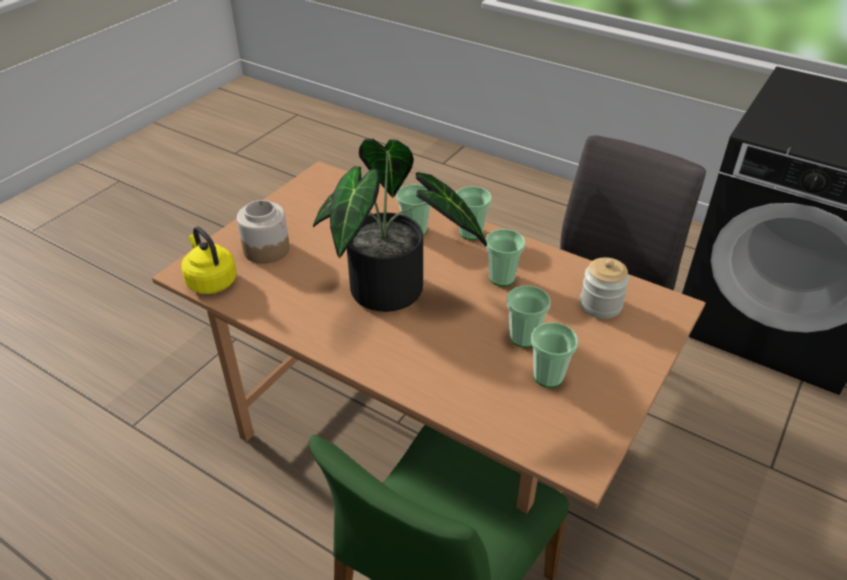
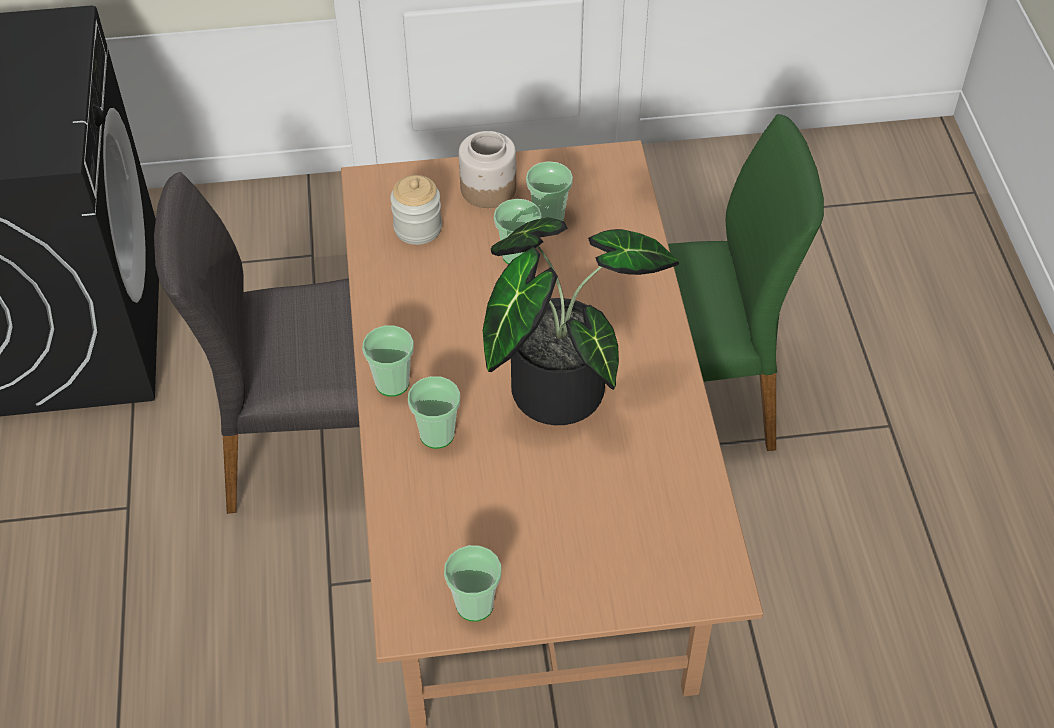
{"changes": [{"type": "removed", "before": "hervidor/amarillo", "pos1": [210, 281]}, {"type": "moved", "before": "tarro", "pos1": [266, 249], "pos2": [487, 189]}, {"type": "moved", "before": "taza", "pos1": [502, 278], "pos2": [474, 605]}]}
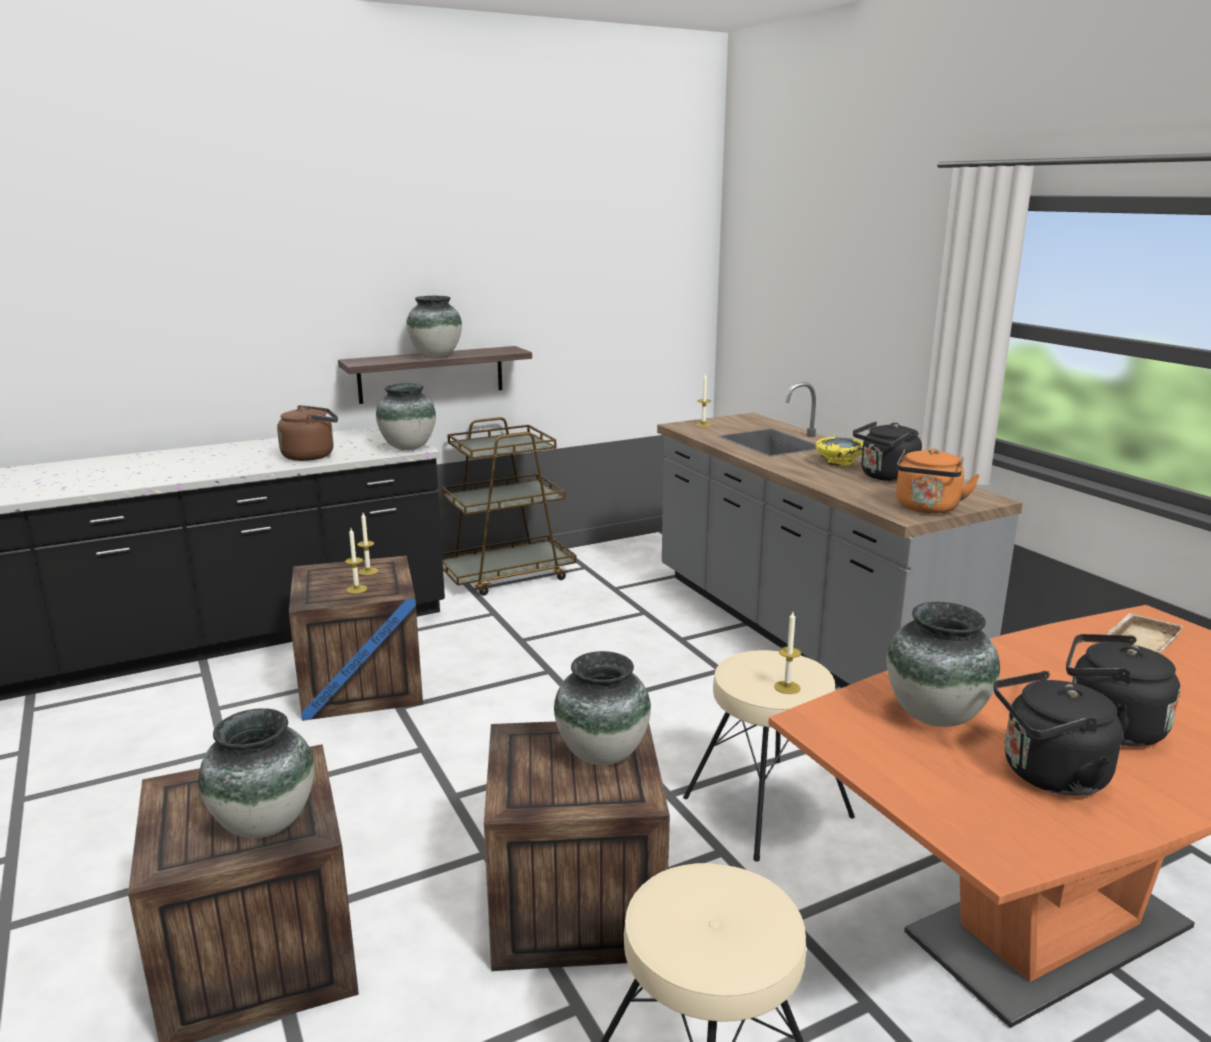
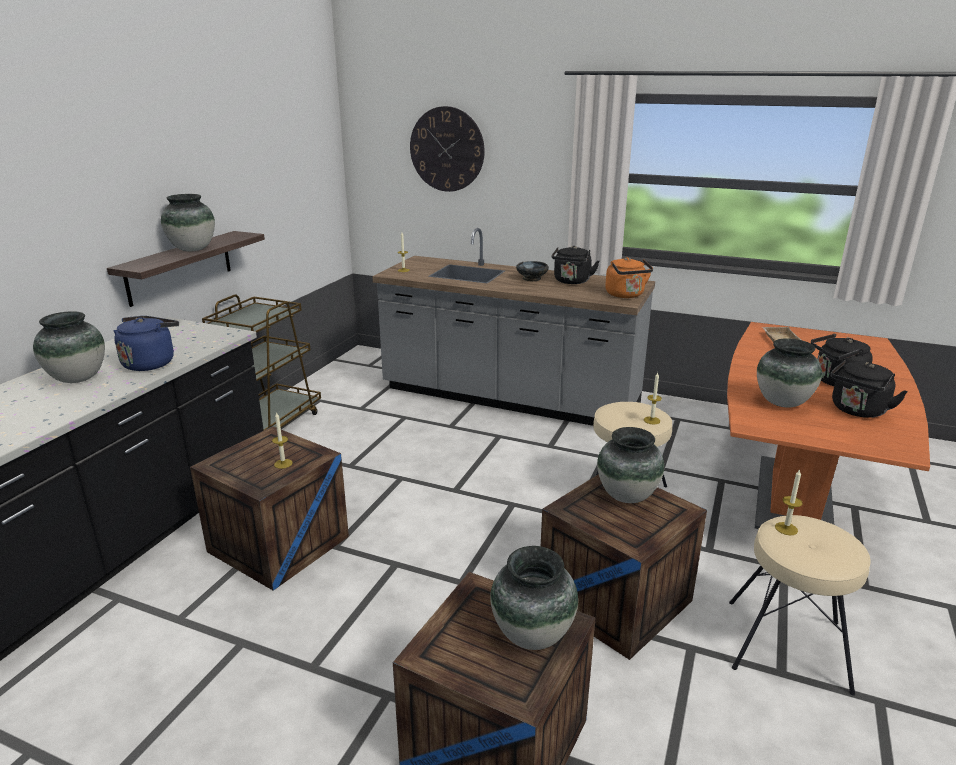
{"changes": [{"type": "added", "after": "reloj de pared", "pos2": [447, 149]}, {"type": "moved", "before": "vela", "pos1": [368, 571], "pos2": [786, 528]}, {"type": "moved", "before": "florero", "pos1": [407, 447], "pos2": [77, 378]}, {"type": "recoloured", "before": "hervidor/marrón", "after": "hervidor/azul", "pos1": [311, 455], "pos2": [151, 363]}, {"type": "recoloured", "before": "cuenco/amarillo", "after": "cuenco/negro", "pos1": [838, 463], "pos2": [532, 279]}]}
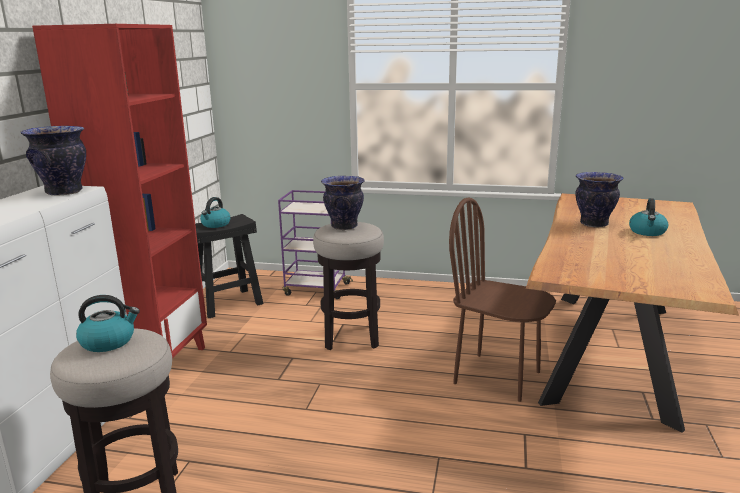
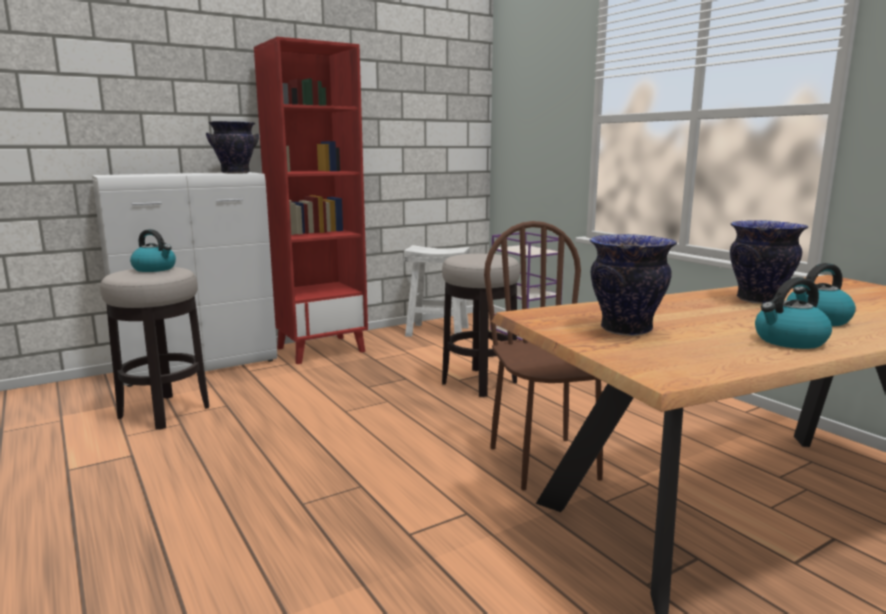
{"changes": [{"type": "moved", "before": "hervidor", "pos1": [215, 224], "pos2": [789, 341]}, {"type": "moved", "before": "florero", "pos1": [343, 226], "pos2": [625, 329]}, {"type": "recoloured", "before": "taburete/negro", "after": "taburete/blanco", "pos1": [228, 303], "pos2": [438, 331]}]}
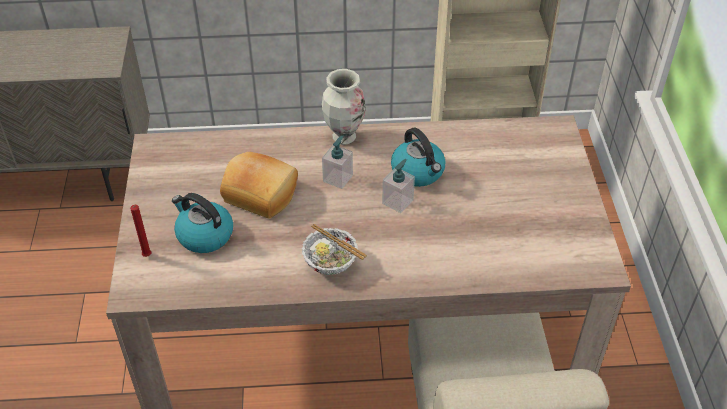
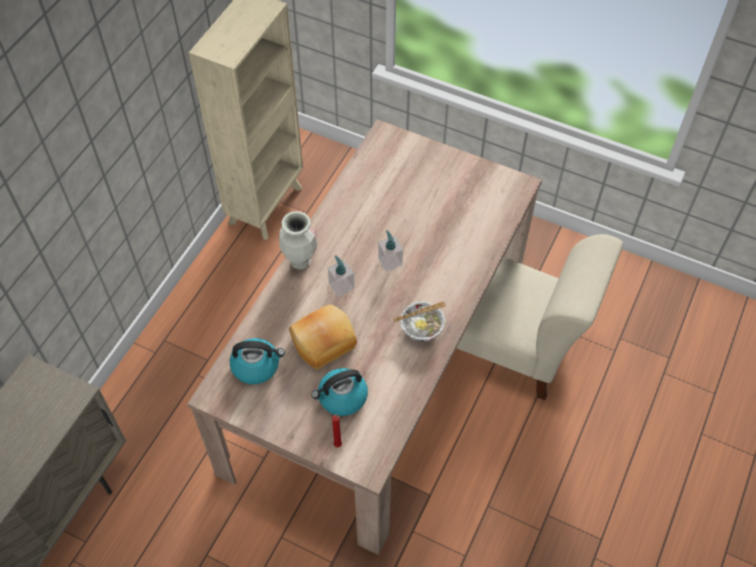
{"changes": [{"type": "moved", "before": "hervidor", "pos1": [418, 172], "pos2": [256, 366]}]}
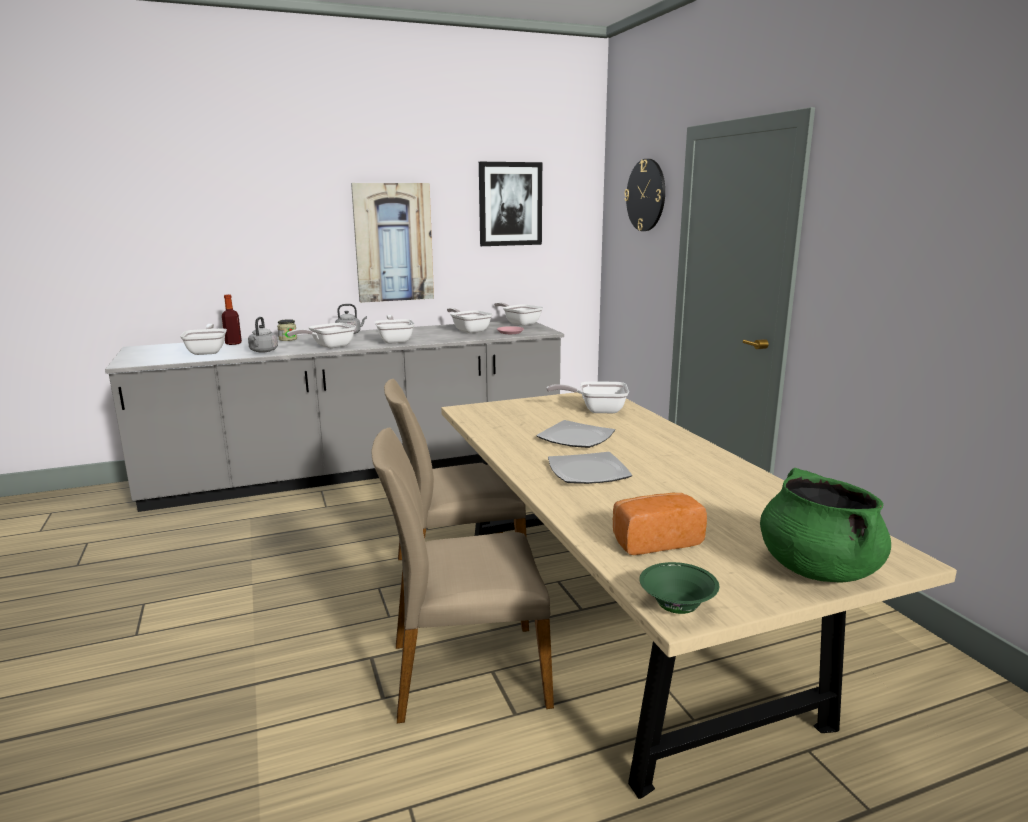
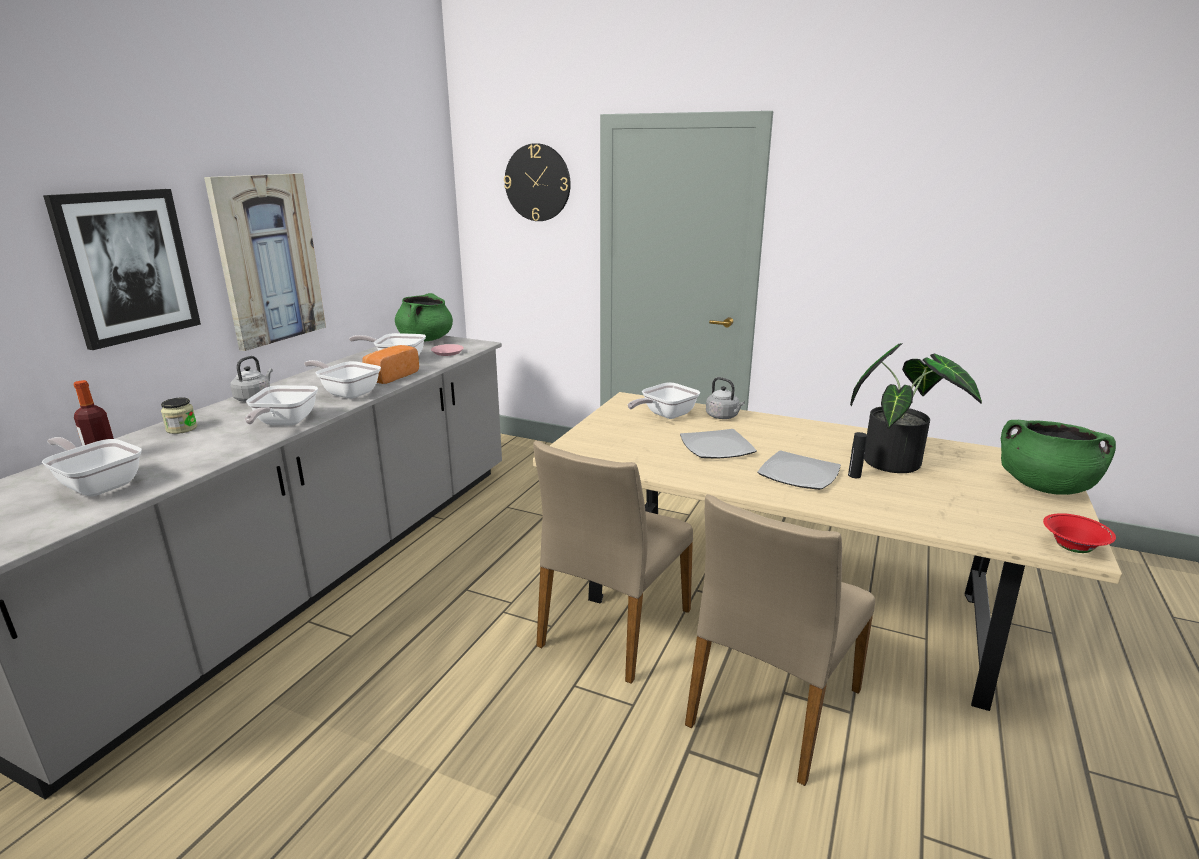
{"changes": [{"type": "added", "after": "botella/negro", "pos2": [854, 475]}, {"type": "added", "after": "planta en maceta", "pos2": [897, 462]}, {"type": "moved", "before": "hervidor/gris", "pos1": [263, 351], "pos2": [723, 417]}, {"type": "moved", "before": "cuadro", "pos1": [510, 204], "pos2": [127, 266]}, {"type": "moved", "before": "pan", "pos1": [654, 540], "pos2": [390, 376]}, {"type": "replaced", "before": "sartén", "after": "olla/verde", "pos1": [520, 323], "pos2": [425, 339]}, {"type": "recoloured", "before": "cuenco/verde", "after": "cuenco/rojo", "pos1": [677, 608], "pos2": [1072, 549]}]}
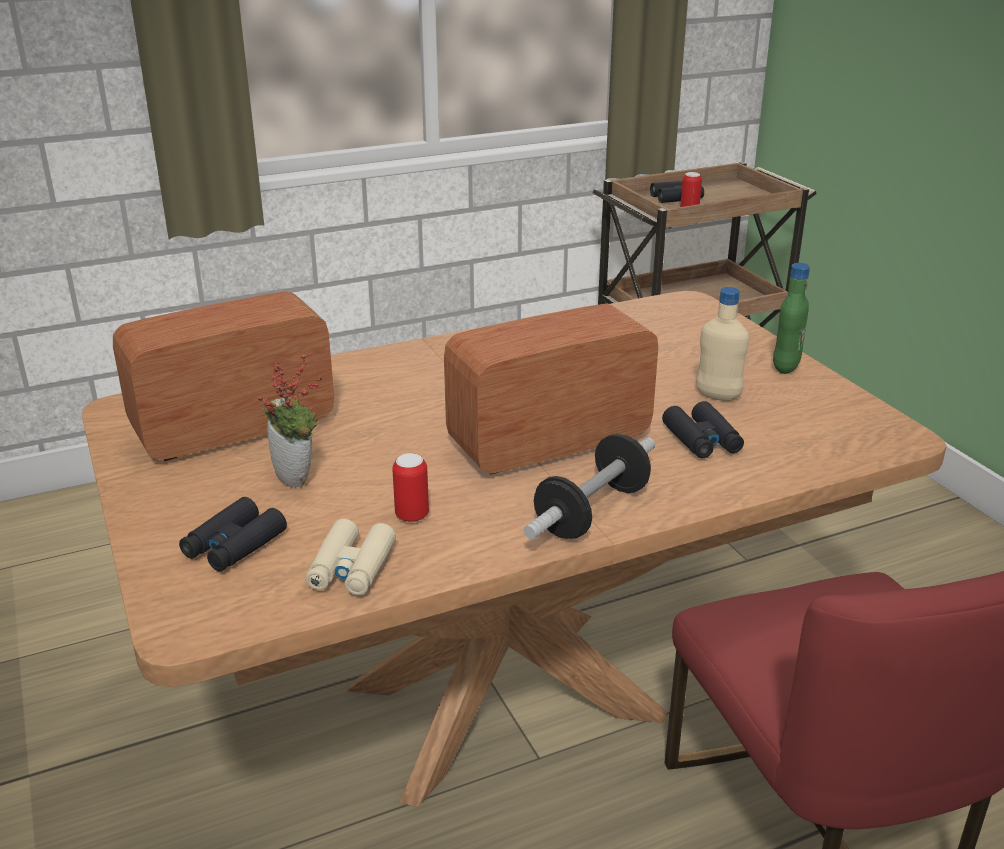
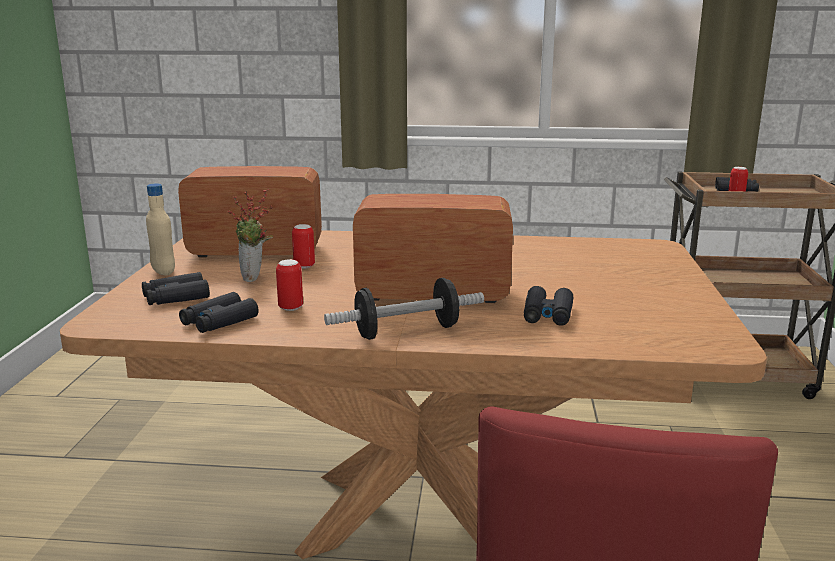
{"changes": [{"type": "removed", "before": "botella/verde", "pos1": [785, 367]}, {"type": "added", "after": "lata", "pos2": [304, 266]}, {"type": "moved", "before": "botella/beis", "pos1": [718, 396], "pos2": [163, 272]}, {"type": "recoloured", "before": "prismáticos/beis", "after": "prismáticos/negro", "pos1": [351, 568], "pos2": [219, 321]}]}
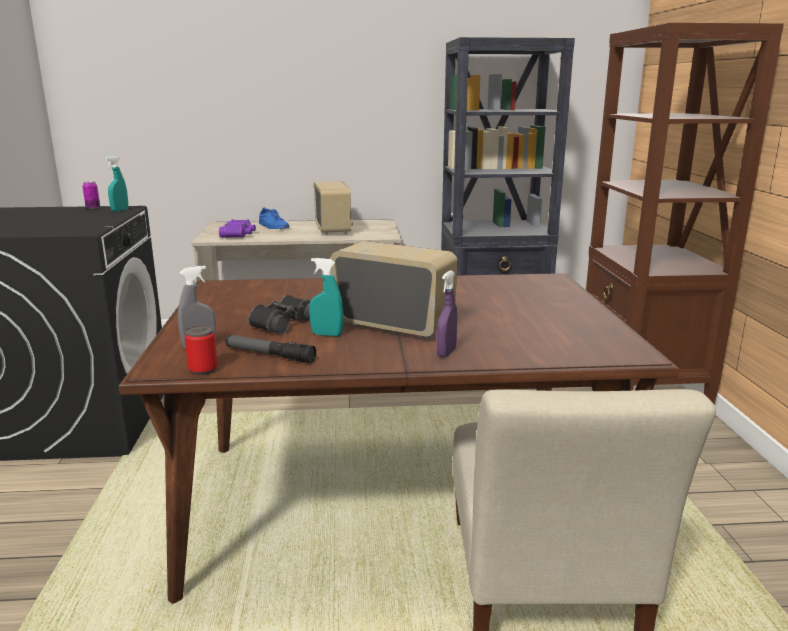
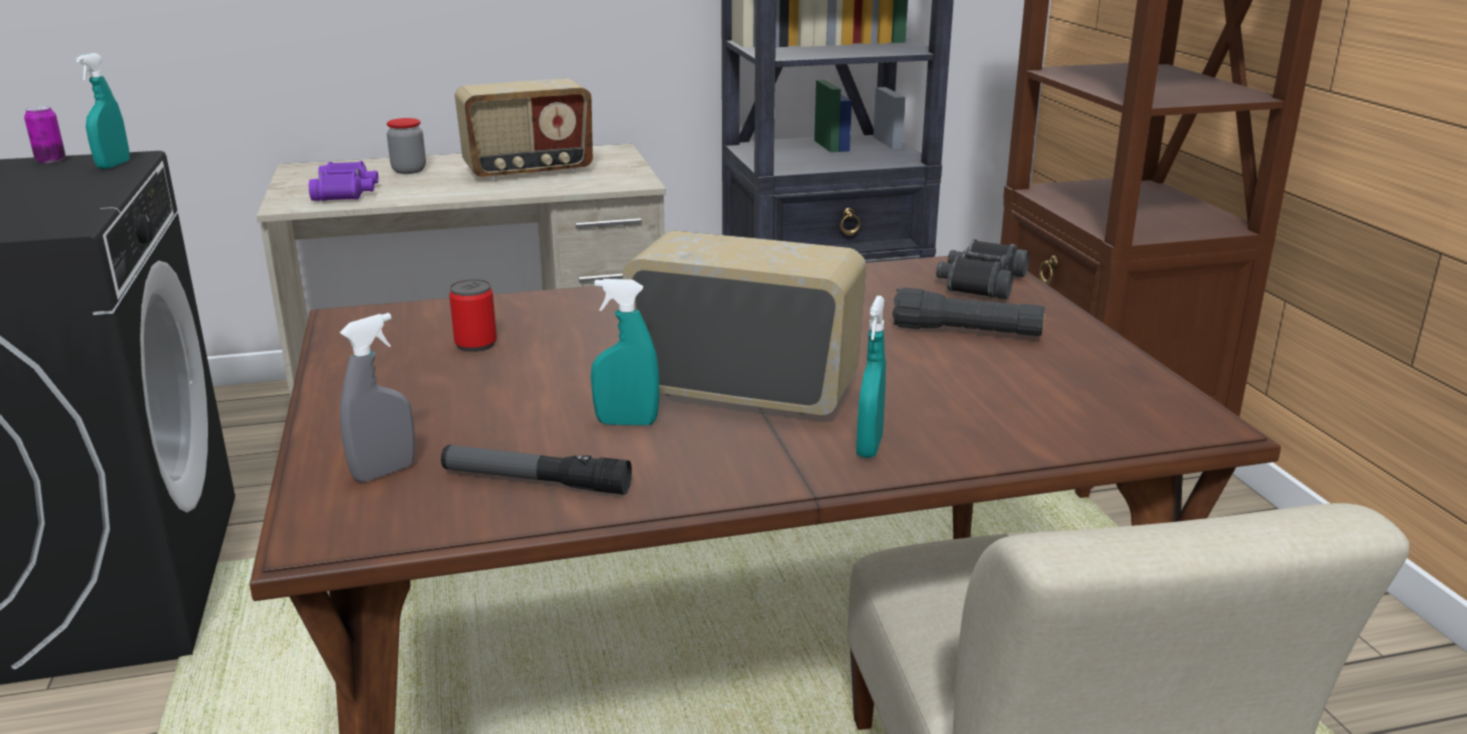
{"changes": [{"type": "added", "after": "linterna/negro", "pos2": [966, 332]}, {"type": "moved", "before": "lata", "pos1": [203, 369], "pos2": [476, 344]}, {"type": "moved", "before": "prismáticos/negro", "pos1": [282, 323], "pos2": [980, 283]}, {"type": "replaced", "before": "zapato/azul", "after": "tarro", "pos1": [273, 226], "pos2": [409, 170]}, {"type": "recoloured", "before": "pulverizador/morado", "after": "pulverizador/turquesa", "pos1": [446, 353], "pos2": [869, 447]}, {"type": "turned", "before": "radio", "pos1": [333, 229], "pos2": [528, 171], "turn": 90}]}
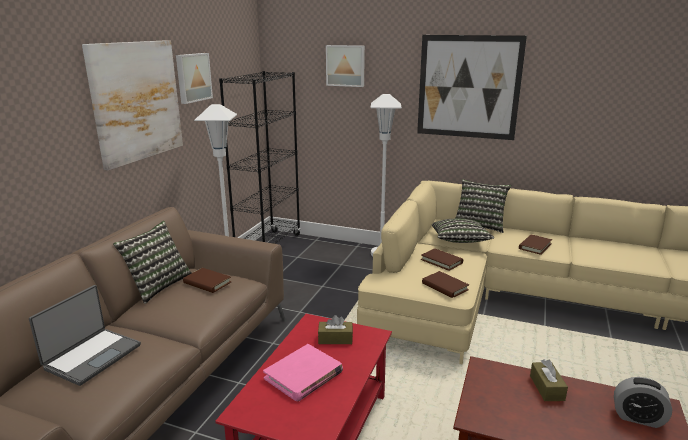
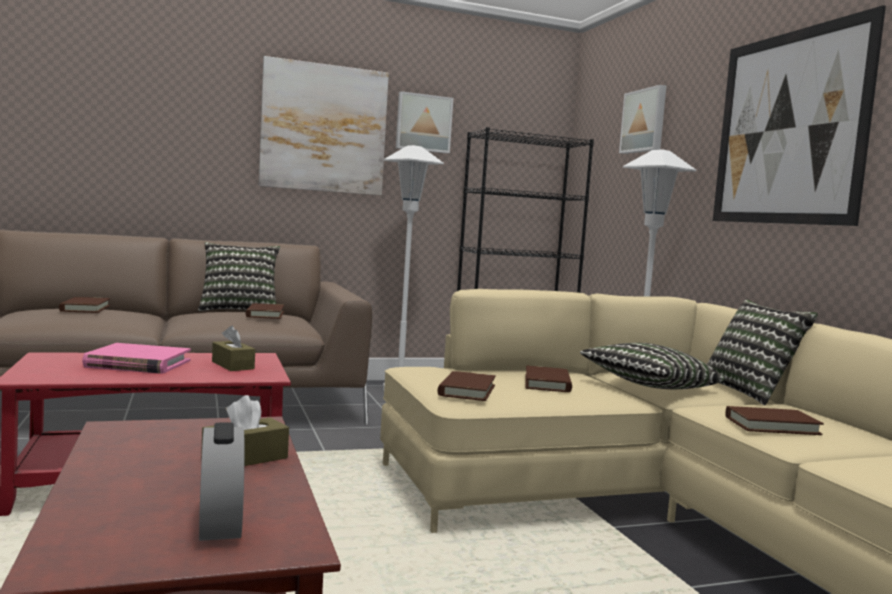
{"changes": [{"type": "replaced", "before": "portátil", "after": "libro/marrón", "pos1": [92, 356], "pos2": [85, 308]}]}
